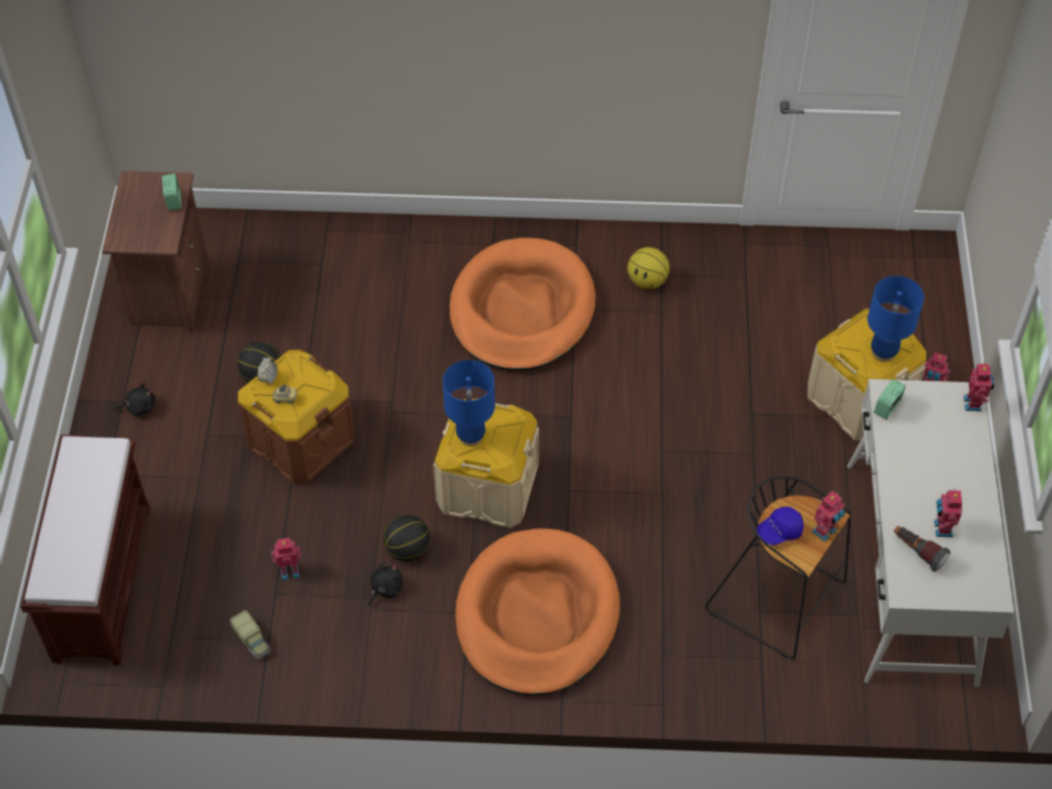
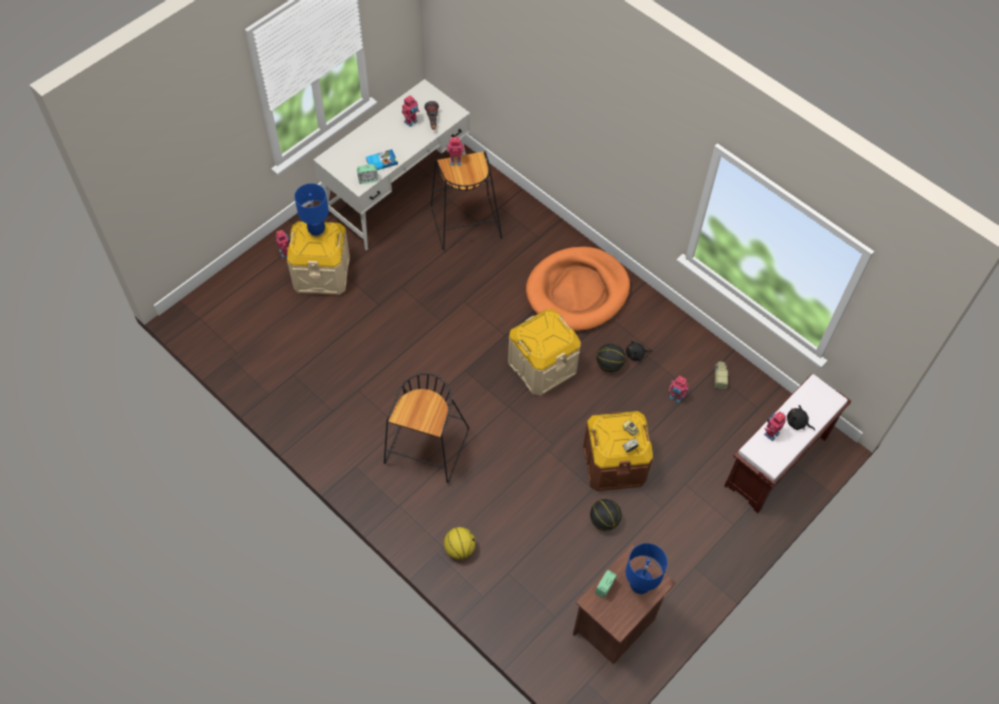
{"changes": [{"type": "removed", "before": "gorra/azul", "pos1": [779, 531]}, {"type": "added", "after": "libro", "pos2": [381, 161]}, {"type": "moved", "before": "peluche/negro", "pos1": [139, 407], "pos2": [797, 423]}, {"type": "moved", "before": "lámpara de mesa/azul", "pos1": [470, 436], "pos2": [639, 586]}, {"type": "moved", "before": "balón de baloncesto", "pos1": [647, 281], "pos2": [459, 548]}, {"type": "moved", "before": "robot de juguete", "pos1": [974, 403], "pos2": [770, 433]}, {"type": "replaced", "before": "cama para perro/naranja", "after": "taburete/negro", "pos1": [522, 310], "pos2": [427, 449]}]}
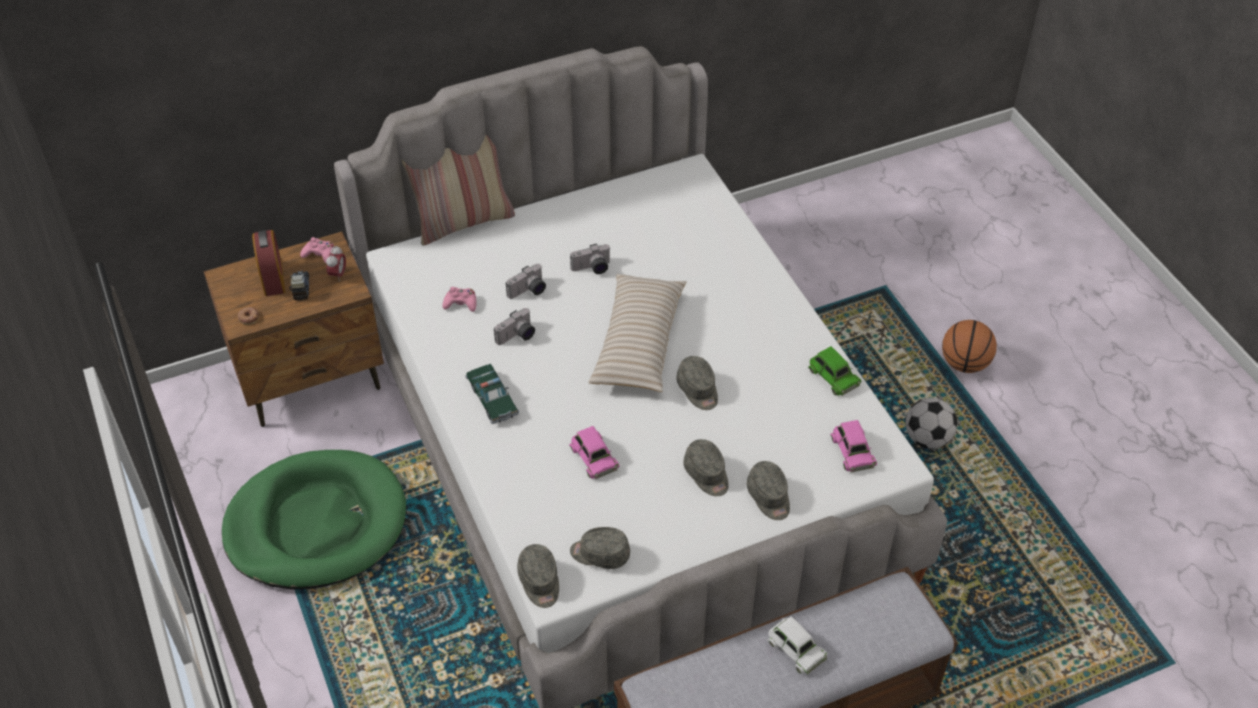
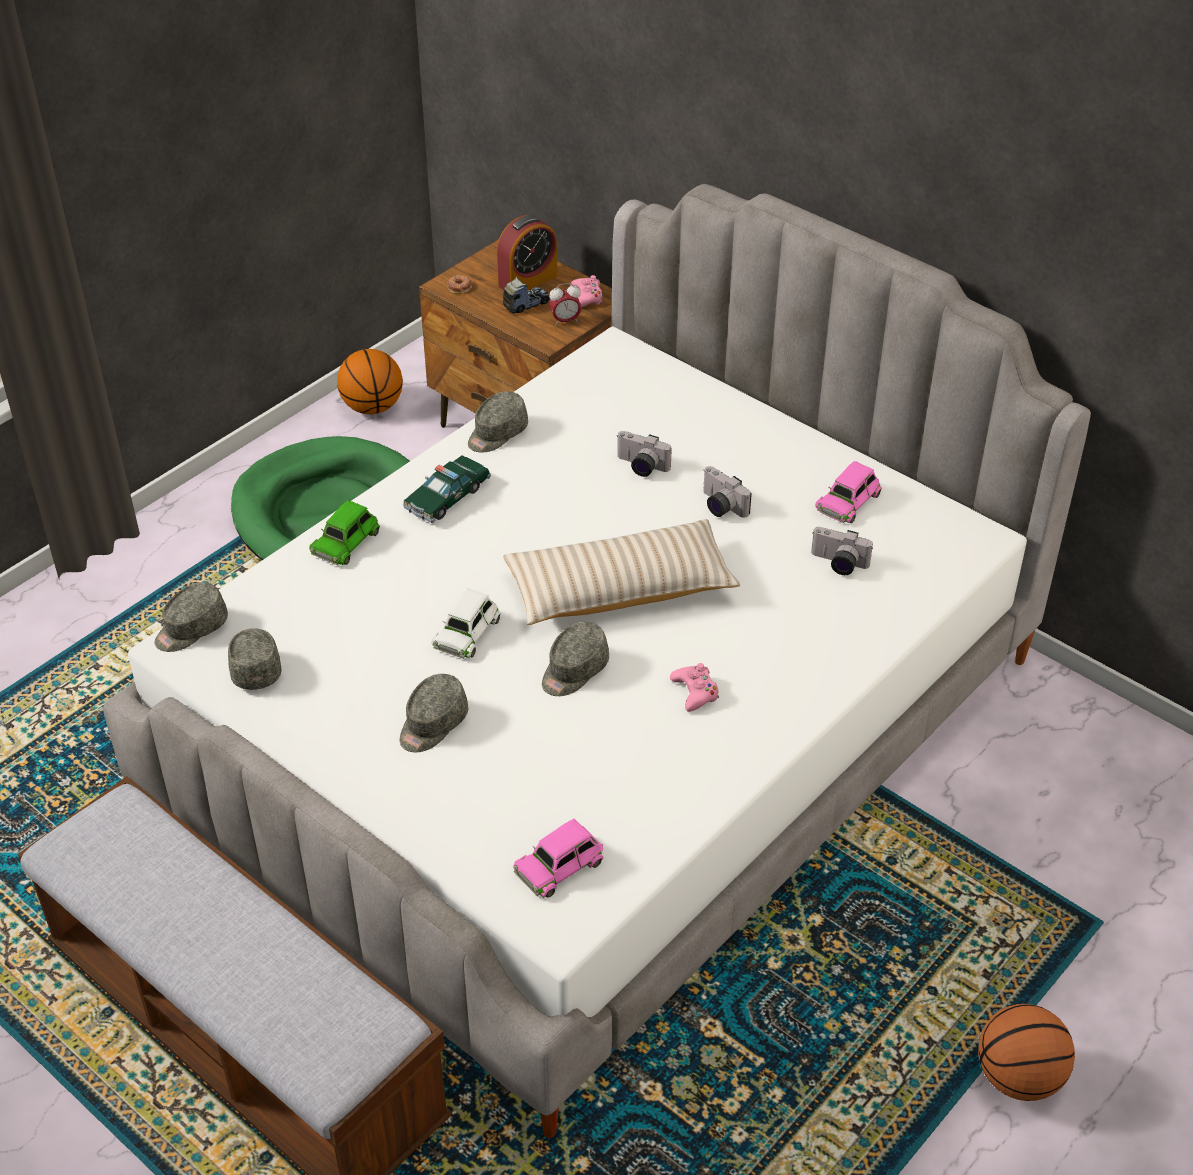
{"changes": [{"type": "removed", "before": "cojín", "pos1": [463, 222]}, {"type": "removed", "before": "balón de fútbol", "pos1": [927, 438]}, {"type": "added", "after": "balón de baloncesto", "pos2": [373, 407]}, {"type": "moved", "before": "mando de consola/rosa", "pos1": [461, 303], "pos2": [695, 692]}, {"type": "moved", "before": "cámara", "pos1": [517, 336], "pos2": [837, 564]}, {"type": "moved", "before": "coche de juguete/rosa", "pos1": [593, 457], "pos2": [848, 501]}, {"type": "moved", "before": "gorra/gris", "pos1": [769, 497], "pos2": [496, 434]}, {"type": "moved", "before": "coche de juguete/blanco", "pos1": [795, 648], "pos2": [467, 632]}, {"type": "moved", "before": "coche de juguete/verde", "pos1": [833, 376], "pos2": [346, 541]}]}
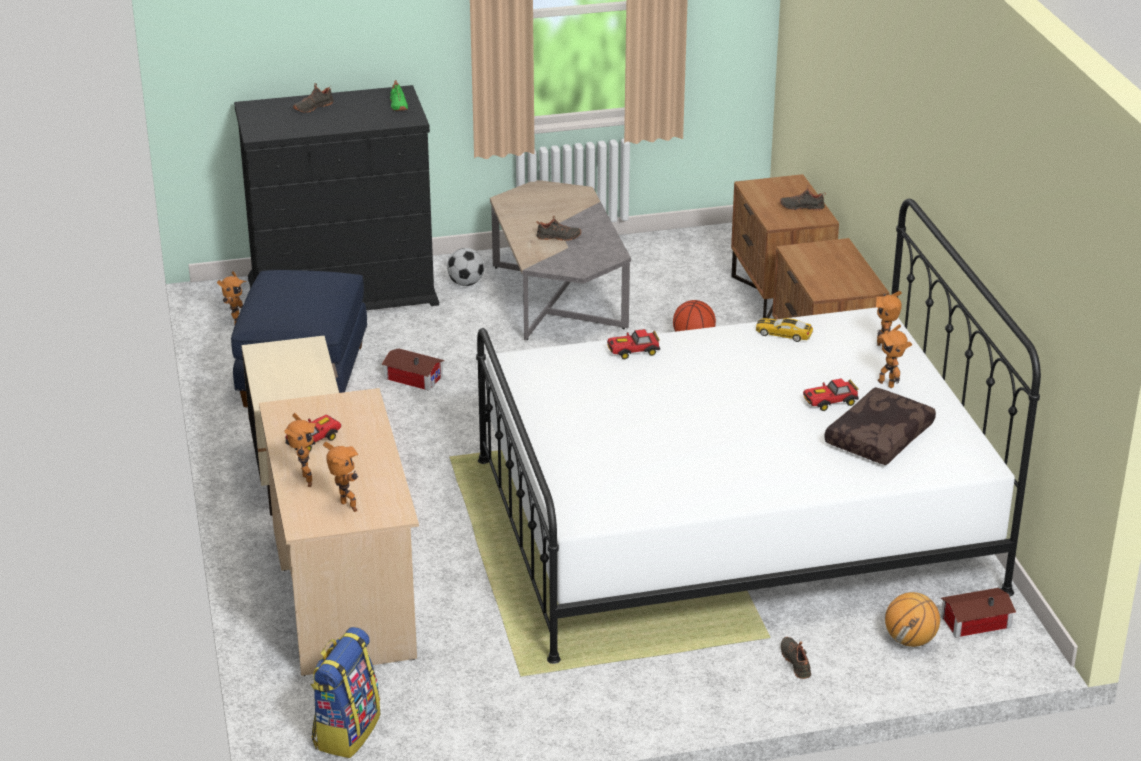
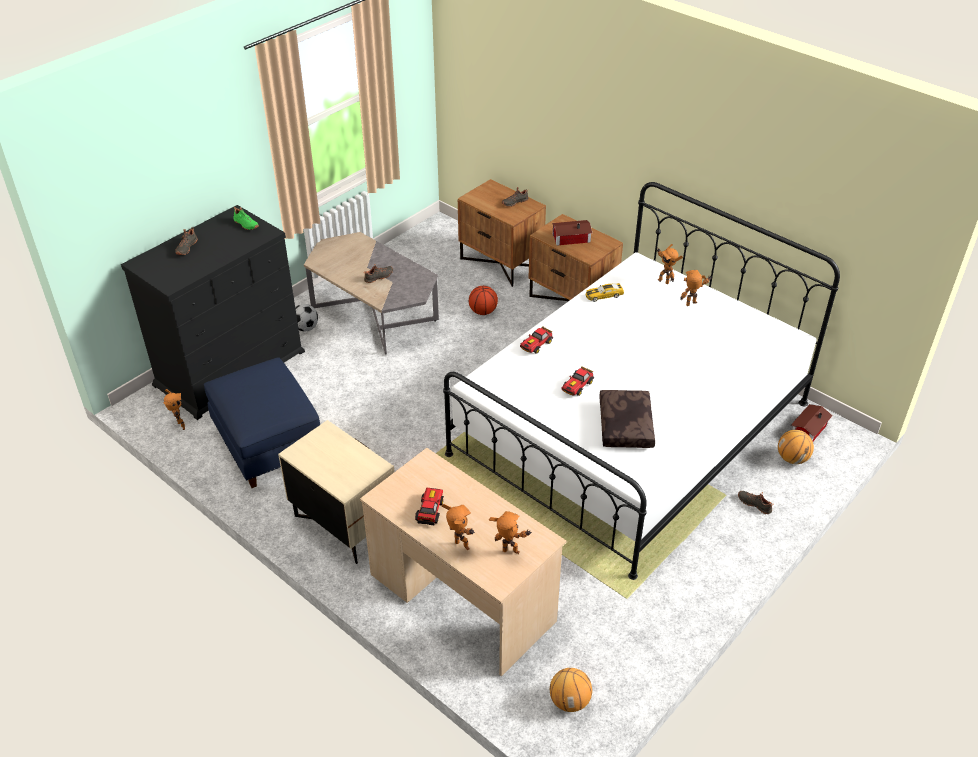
{"changes": [{"type": "moved", "before": "casita", "pos1": [413, 376], "pos2": [570, 237]}, {"type": "moved", "before": "coche de juguete", "pos1": [829, 402], "pos2": [577, 387]}, {"type": "moved", "before": "cojín/marrón", "pos1": [878, 436], "pos2": [624, 425]}, {"type": "replaced", "before": "mochila", "after": "balón de baloncesto", "pos1": [346, 731], "pos2": [569, 701]}, {"type": "turned", "before": "robot de juguete", "pos1": [887, 383], "pos2": [692, 305], "turn": 135}]}
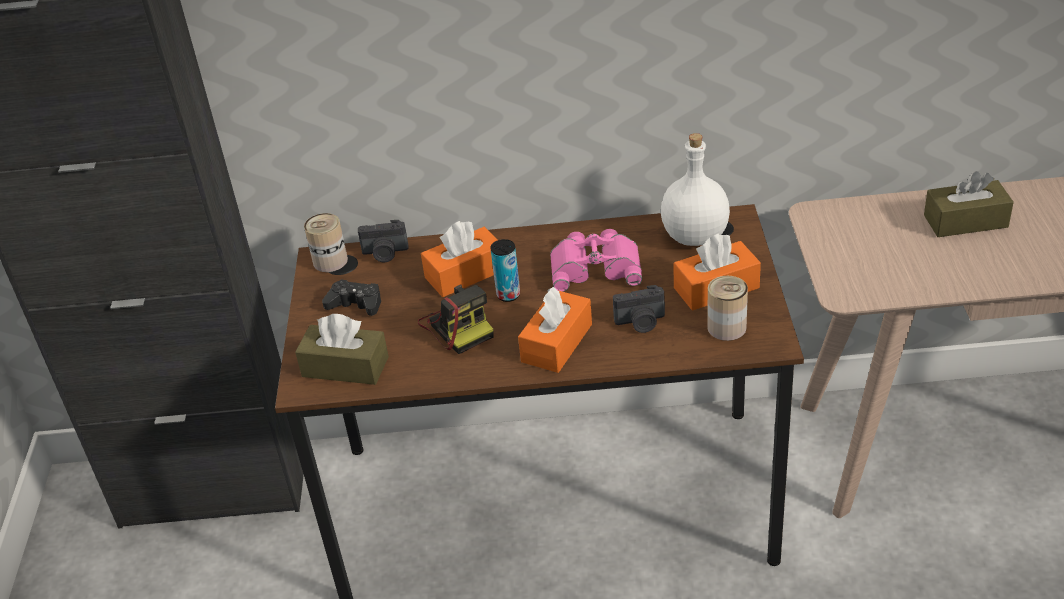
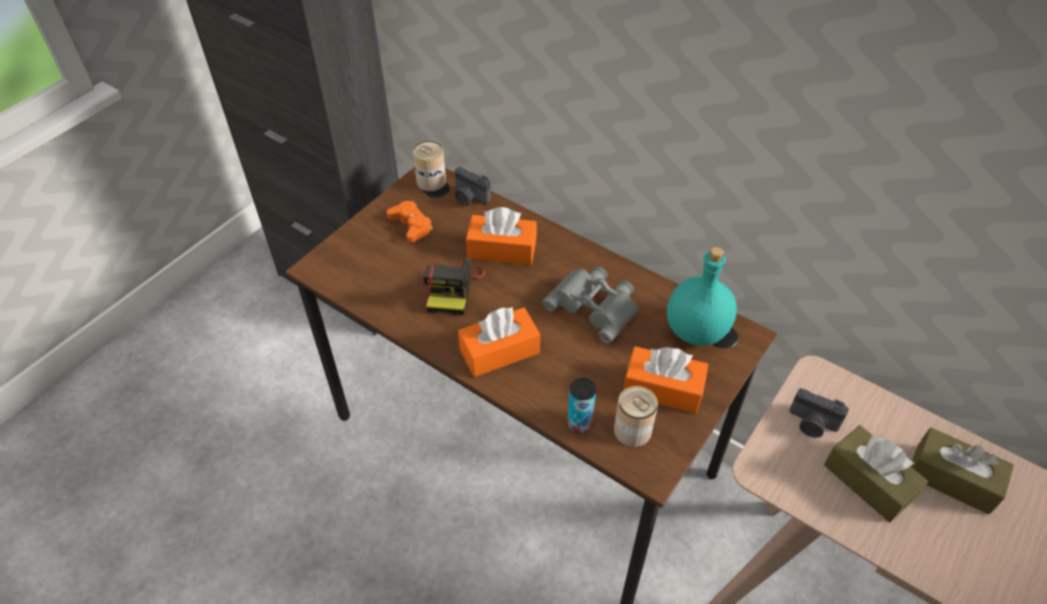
{"changes": [{"type": "moved", "before": "caja de pañuelos/marrón", "pos1": [345, 367], "pos2": [868, 481]}, {"type": "moved", "before": "lata", "pos1": [508, 295], "pos2": [579, 424]}, {"type": "moved", "before": "cámara", "pos1": [641, 322], "pos2": [812, 424]}, {"type": "recoloured", "before": "mando de consola/negro", "after": "mando de consola/naranja", "pos1": [355, 304], "pos2": [411, 225]}, {"type": "recoloured", "before": "prismáticos/rosa", "after": "prismáticos/gris", "pos1": [595, 266], "pos2": [595, 305]}, {"type": "recoloured", "before": "botella/blanco", "after": "botella/turquesa", "pos1": [696, 236], "pos2": [697, 331]}]}
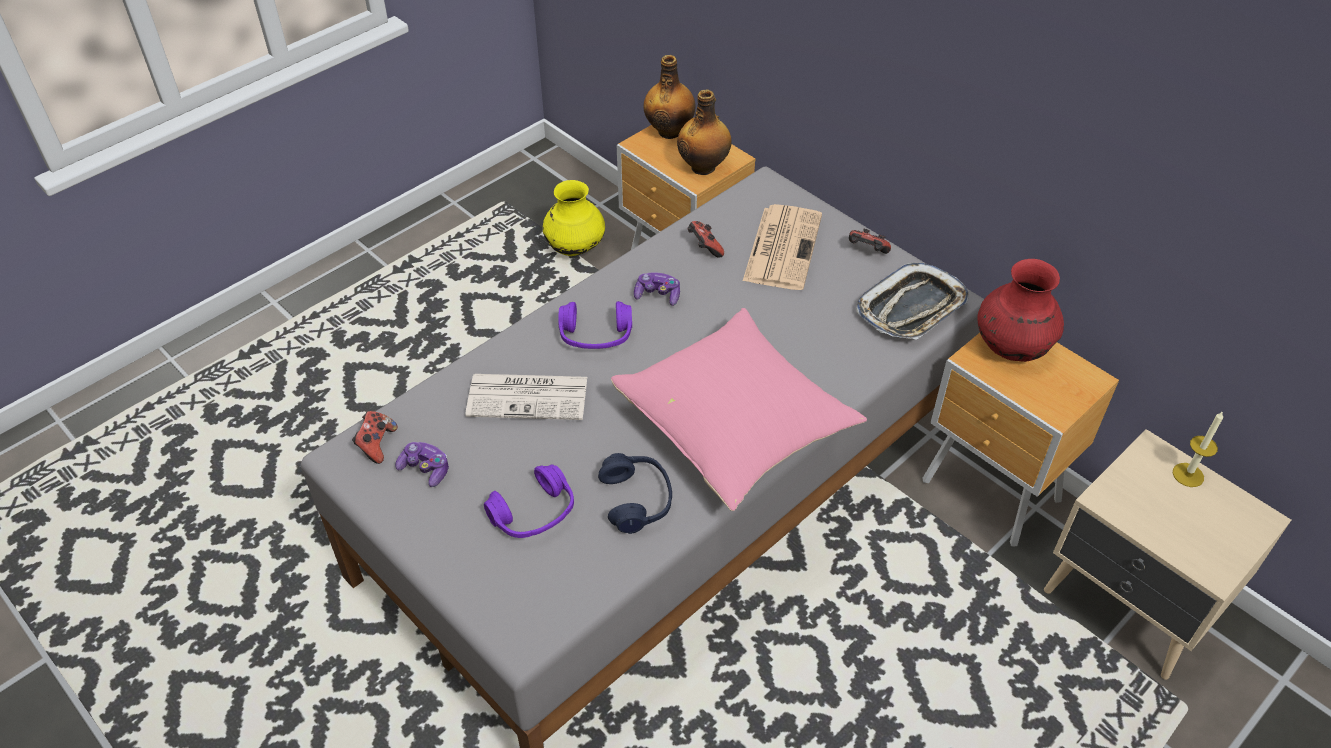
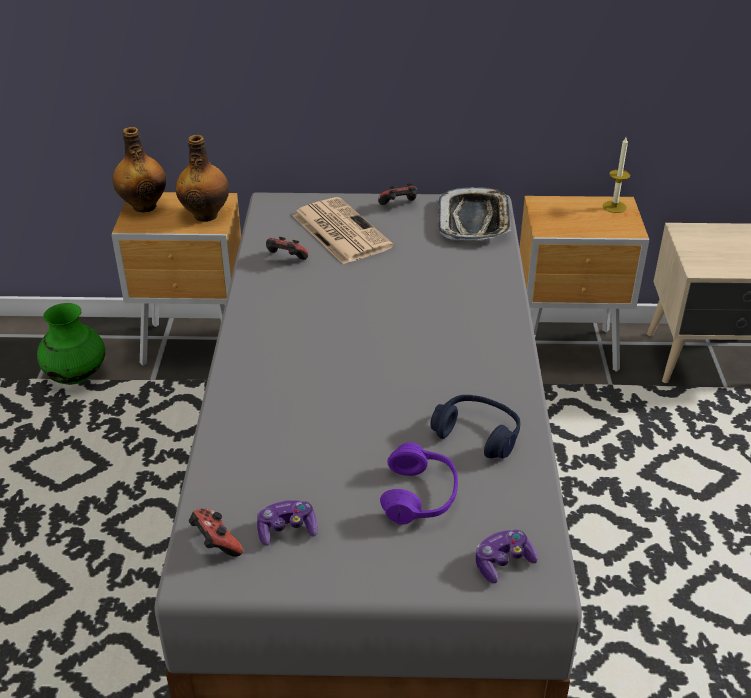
{"changes": [{"type": "removed", "before": "periódico", "pos1": [529, 396]}, {"type": "removed", "before": "auriculares/morado", "pos1": [596, 336]}, {"type": "removed", "before": "cojín/rosa", "pos1": [736, 428]}, {"type": "removed", "before": "florero/rojo", "pos1": [1011, 347]}, {"type": "moved", "before": "mando de consola", "pos1": [658, 295], "pos2": [503, 562]}, {"type": "moved", "before": "vela", "pos1": [1188, 475], "pos2": [614, 207]}, {"type": "recoloured", "before": "florero/amarillo", "after": "florero/verde", "pos1": [575, 248], "pos2": [76, 376]}]}
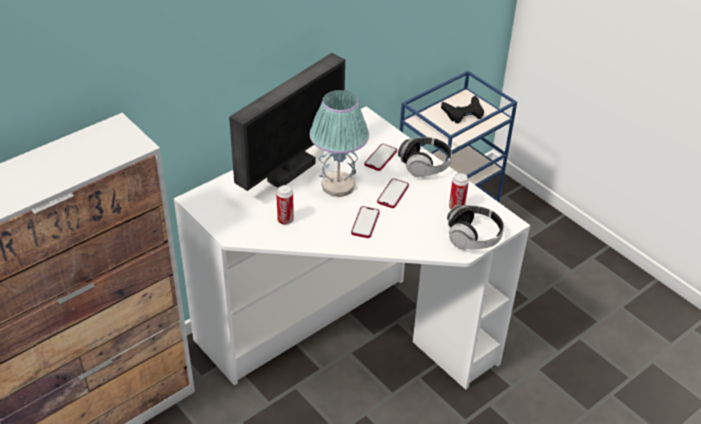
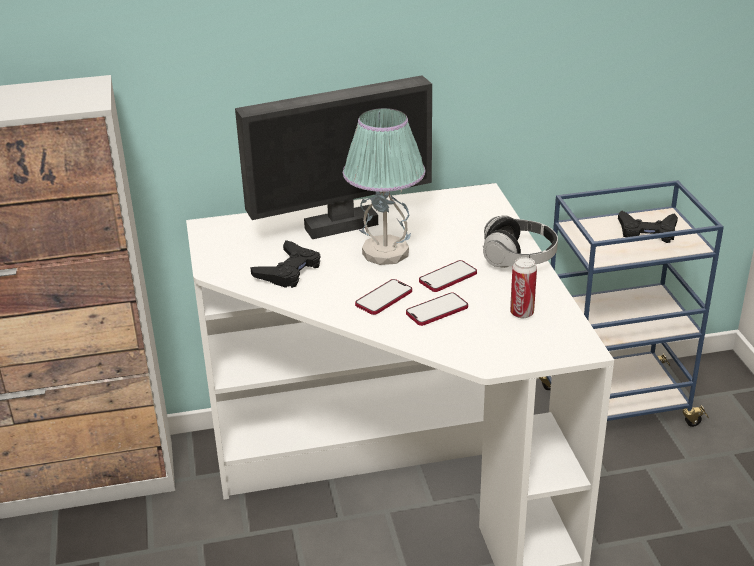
{"changes": [{"type": "removed", "before": "auriculares", "pos1": [473, 237]}, {"type": "moved", "before": "móvil", "pos1": [380, 158], "pos2": [437, 311]}, {"type": "replaced", "before": "lata", "after": "mando de consola/negro", "pos1": [285, 220], "pos2": [289, 271]}]}
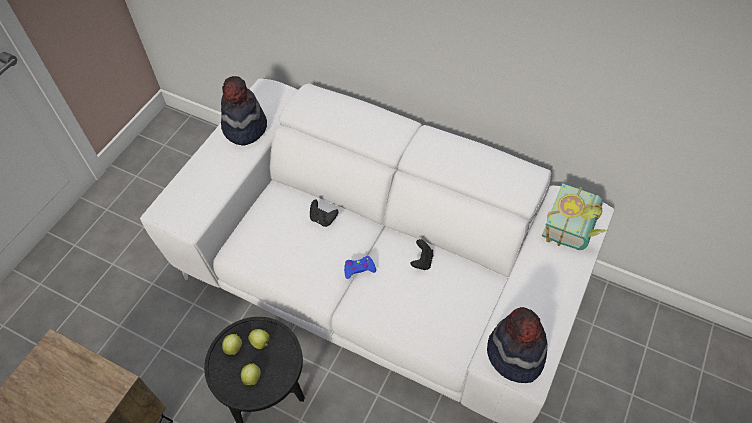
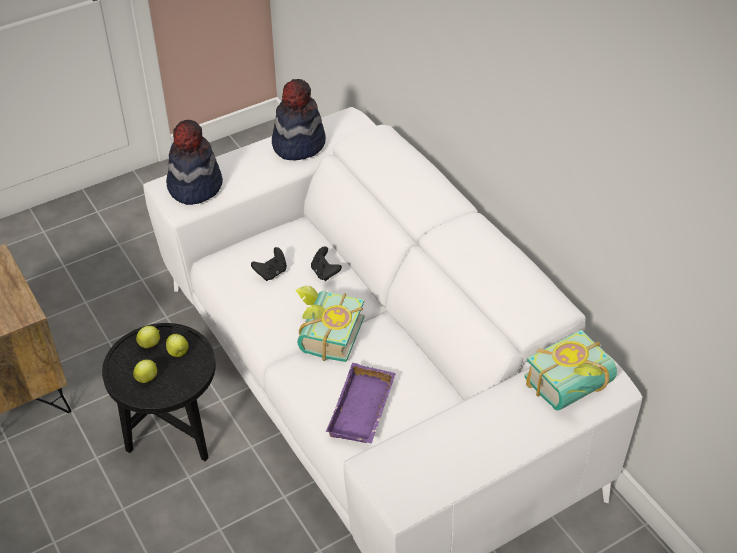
{"changes": [{"type": "added", "after": "bandeja/morado", "pos2": [363, 410]}, {"type": "moved", "before": "mando de consola/negro", "pos1": [422, 261], "pos2": [271, 273]}, {"type": "moved", "before": "sombrero", "pos1": [514, 354], "pos2": [194, 186]}, {"type": "replaced", "before": "mando de consola/azul", "after": "libro", "pos1": [359, 269], "pos2": [324, 335]}]}
